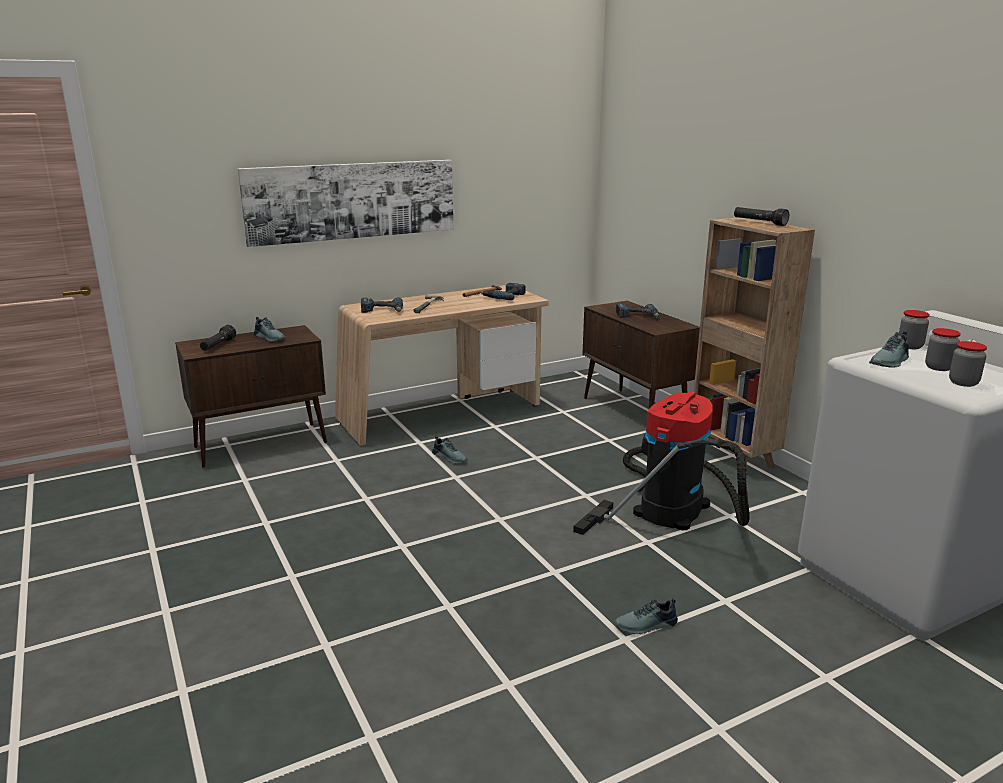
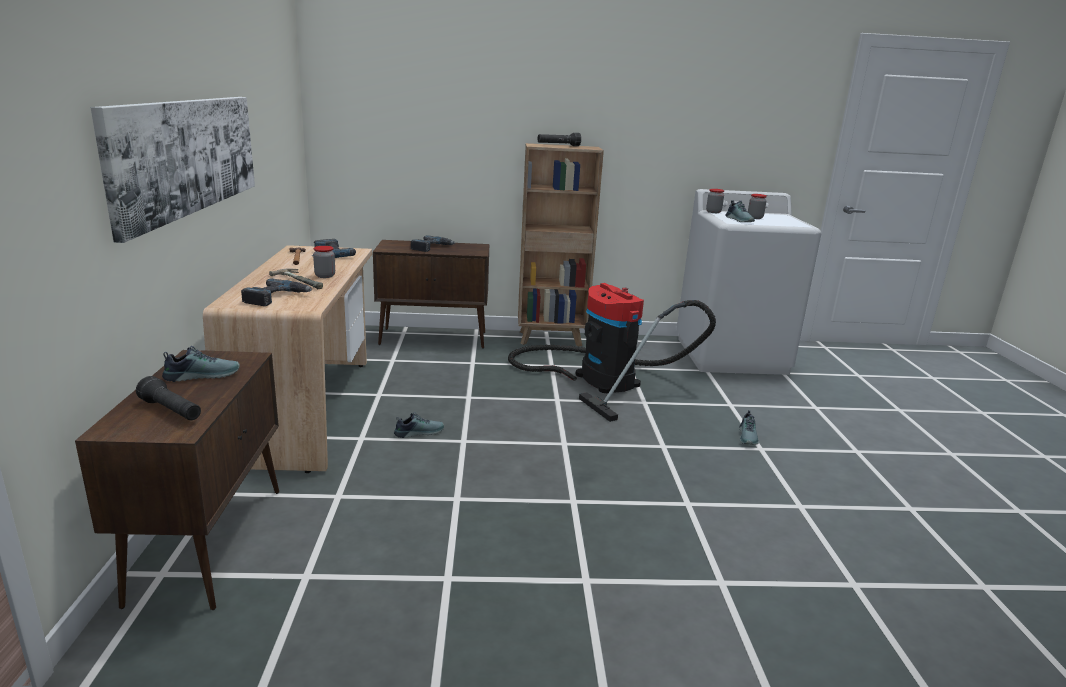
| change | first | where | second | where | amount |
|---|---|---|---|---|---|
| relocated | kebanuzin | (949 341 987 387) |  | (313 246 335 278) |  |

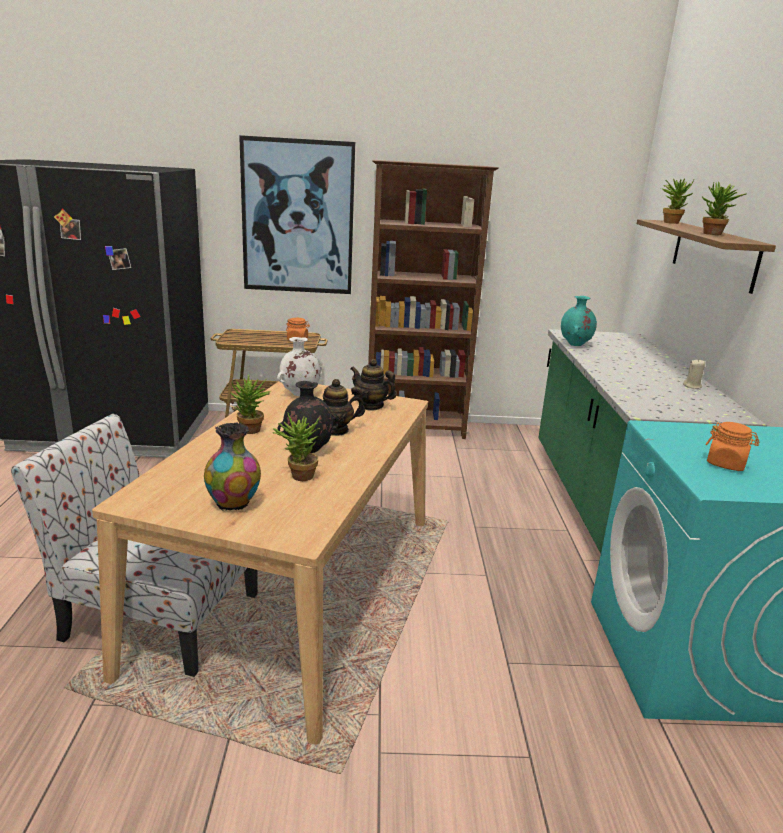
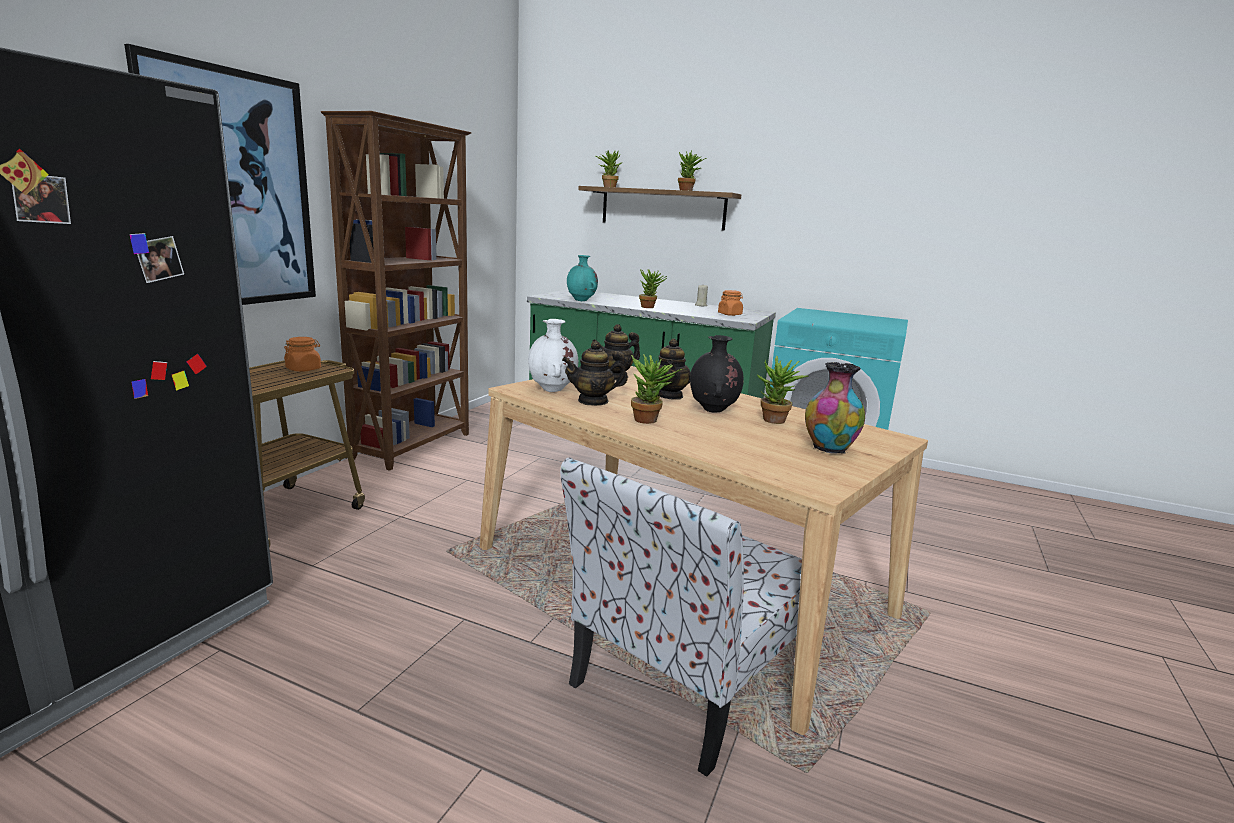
| change | first | where | second | where | amount |
|---|---|---|---|---|---|
| relocated | orange_kebanuzin | (706 422 759 471) |  | (718 290 743 316) |  |
| appeared |  |  | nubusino | (562 341 627 406) |  |
| appeared |  |  | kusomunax | (639 269 667 308) |  |

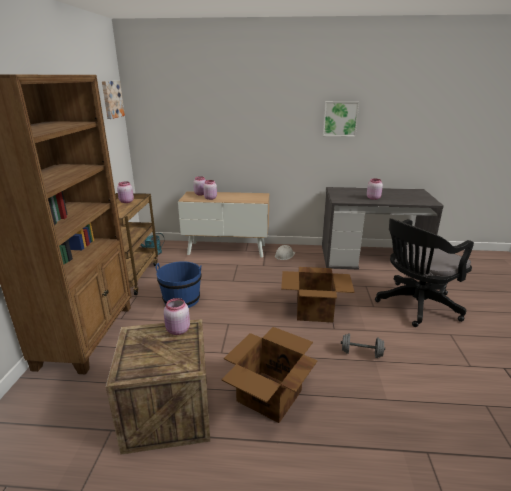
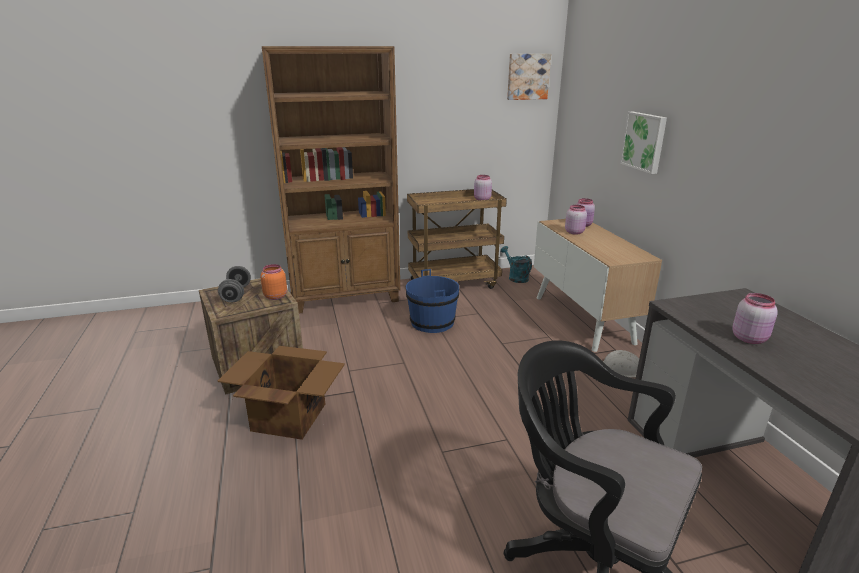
| change | first | where | second | where | amount |
|---|---|---|---|---|---|
| colour | pink_kebanuzin | (164 298 190 335) | orange_kebanuzin | (260 264 287 300) |  |
| missing | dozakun | (281 267 355 322) |  |  |  |
| relocated | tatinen | (323 102 359 137) |  | (620 112 667 174) |  |
| relocated | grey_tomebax | (341 333 385 358) |  | (218 266 251 302) |  |

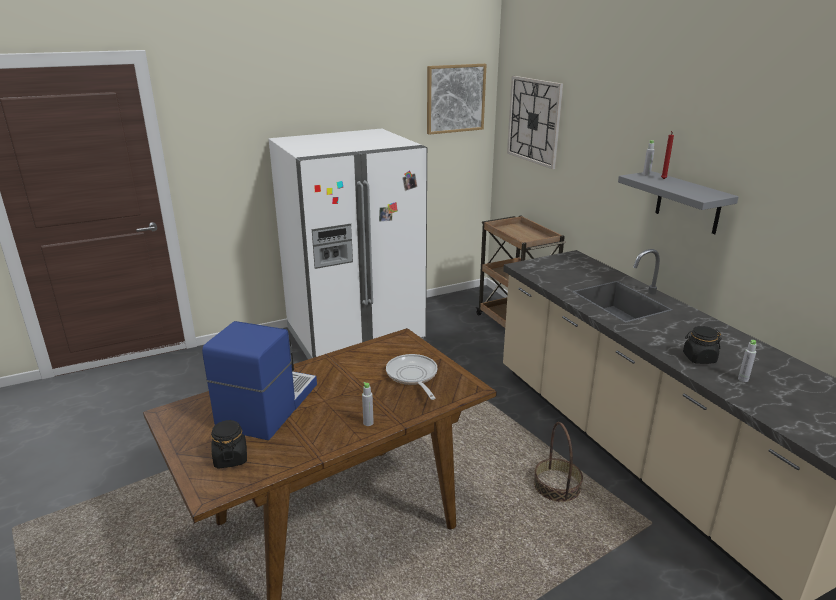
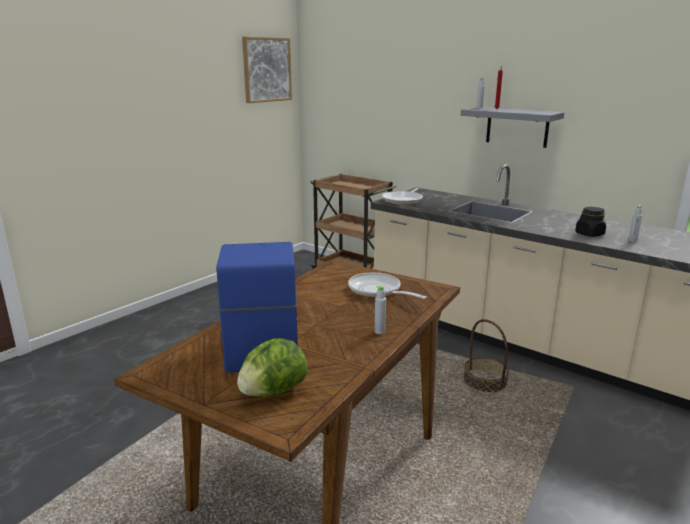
| change | first | where | second | where | amount |
|---|---|---|---|---|---|
| exchanged | black_kebanuzin | (211 420 247 469) | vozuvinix | (237 338 308 397) |  |
| missing | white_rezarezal | (269 129 427 359) |  |  |  |
| missing | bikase | (507 76 563 169) |  |  |  |
| appeared |  |  | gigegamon | (382 188 423 205) |  |

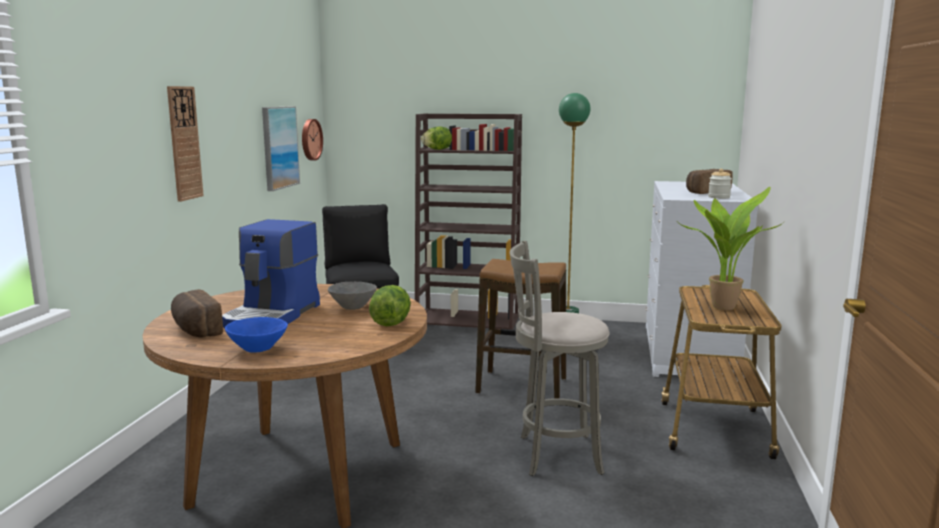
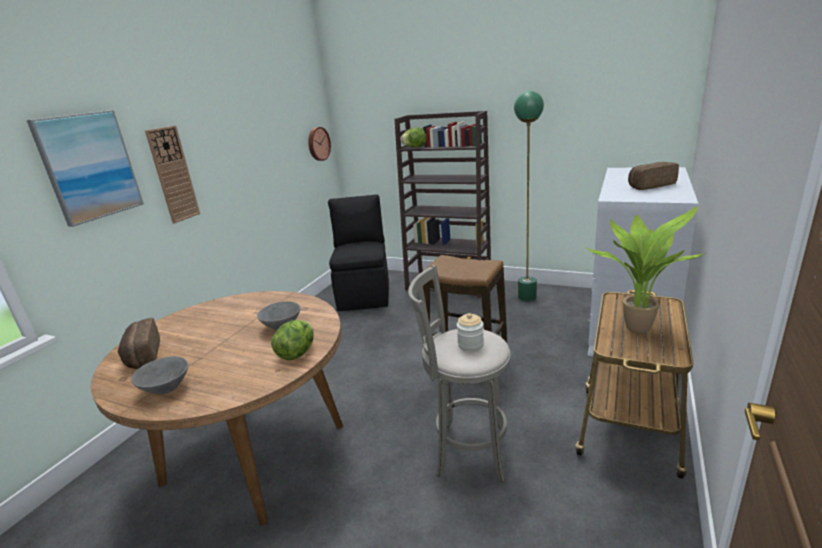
| change | first | where | second | where | amount |
|---|---|---|---|---|---|
| missing | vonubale | (222 219 320 329) |  |  |  |
| colour | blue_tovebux | (225 317 288 353) | grey_tovebux | (131 356 188 395) |  |
| relocated | tatinen | (262 106 300 191) |  | (27 110 144 227) |  |
| relocated | kebanuzin | (708 169 732 199) |  | (457 313 484 351) |  |

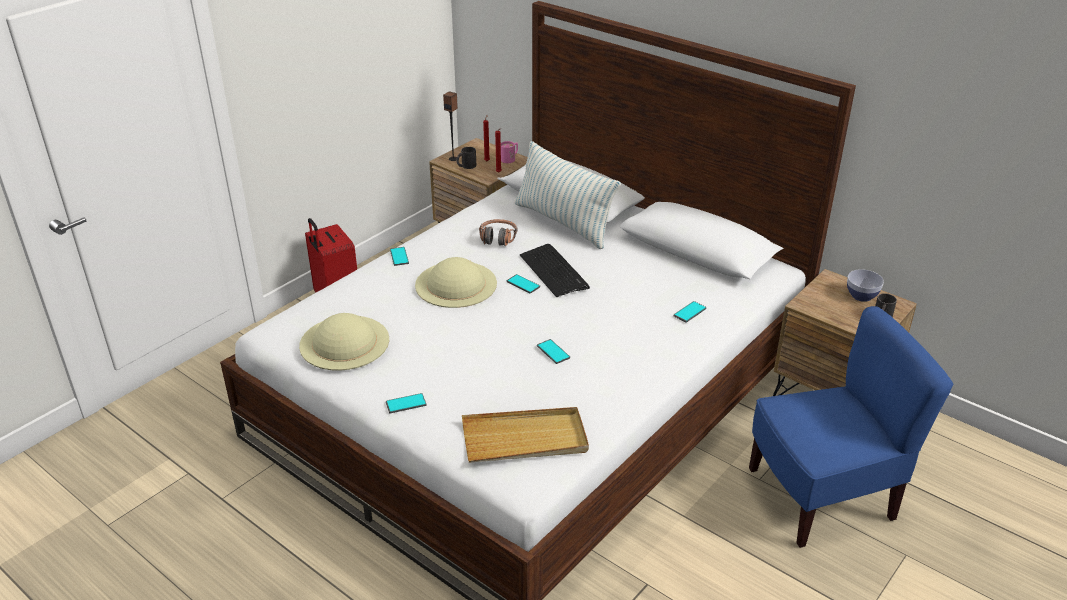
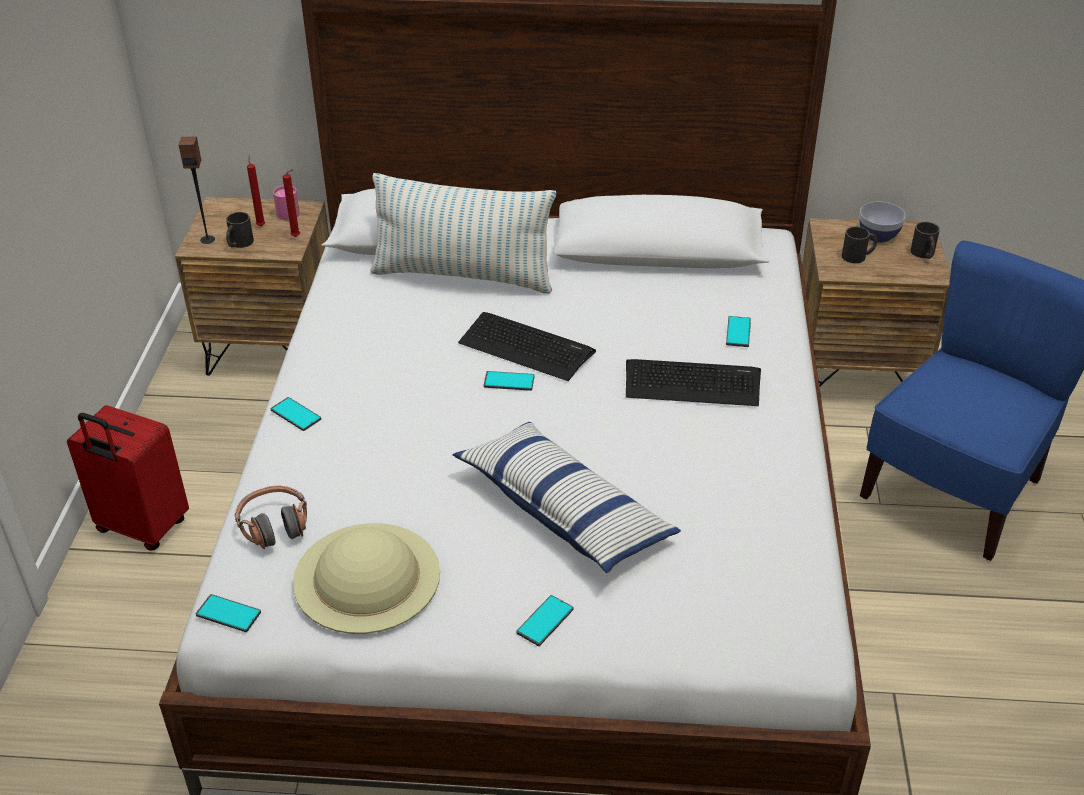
| change | first | where | second | where | amount |
|---|---|---|---|---|---|
| missing | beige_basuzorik | (415 257 497 308) |  |  |  |
| missing | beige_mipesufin | (462 407 589 463) |  |  |  |
| relocated | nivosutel | (479 219 518 246) |  | (235 486 307 549) |  |
| relocated | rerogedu | (537 339 570 364) |  | (196 594 261 632) |  |
| appeared |  |  | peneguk | (453 422 681 573) |  |
| appeared |  |  | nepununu | (626 359 761 406) |  |
| appeared |  |  | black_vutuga | (842 227 877 263) |  |

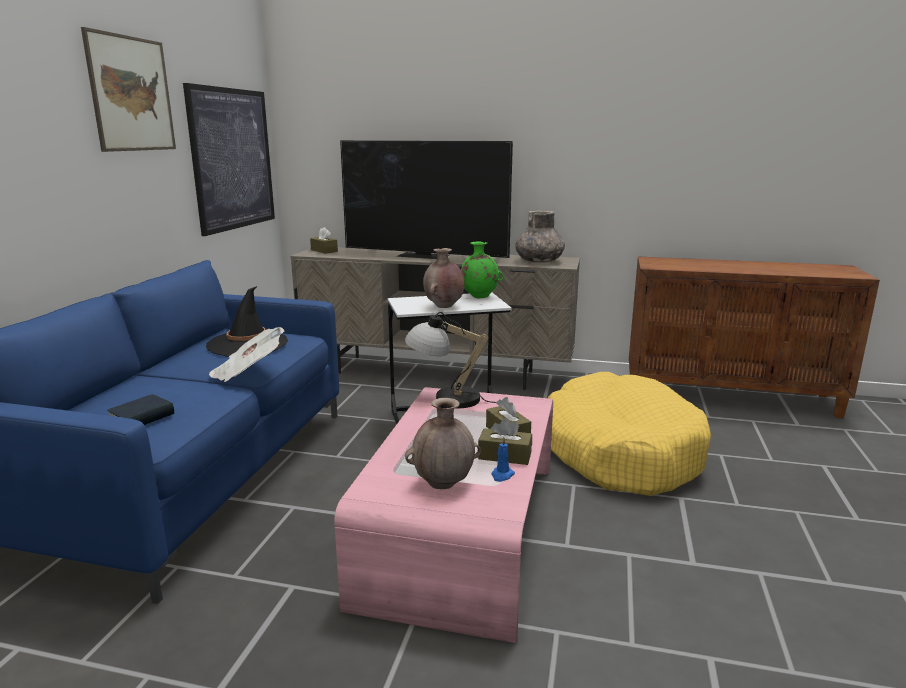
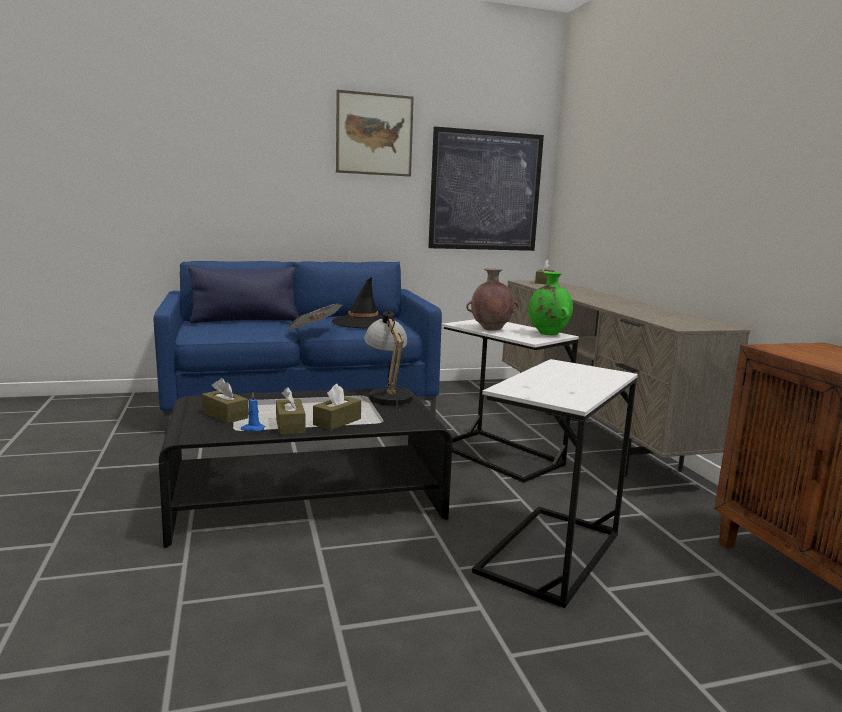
| change | first | where | second | where | amount |
|---|---|---|---|---|---|
| missing | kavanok | (107 394 174 425) |  |  |  |
| colour | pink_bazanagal | (334 387 553 643) | black_bazanagal | (159 387 453 548) |  |
| missing | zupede | (340 140 513 259) |  |  |  |
| exchanged | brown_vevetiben | (405 398 481 489) | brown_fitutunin | (202 378 249 423) |  |
| missing | grey_vevetiben | (515 211 565 263) |  |  |  |
| exchanged | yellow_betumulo | (548 372 711 496) | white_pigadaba | (472 359 638 608) |  |
| appeared |  |  | blue_peneguk | (188 266 299 323) |  |

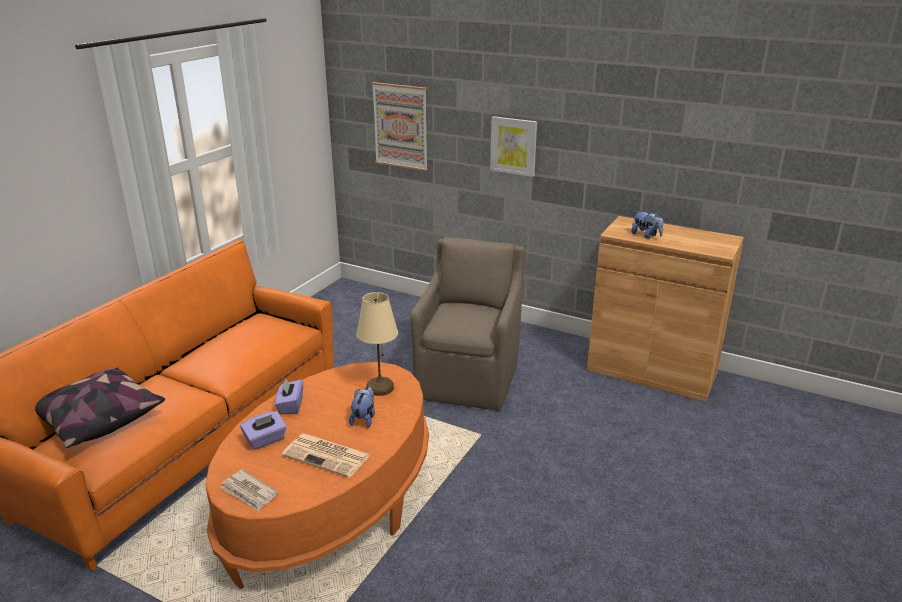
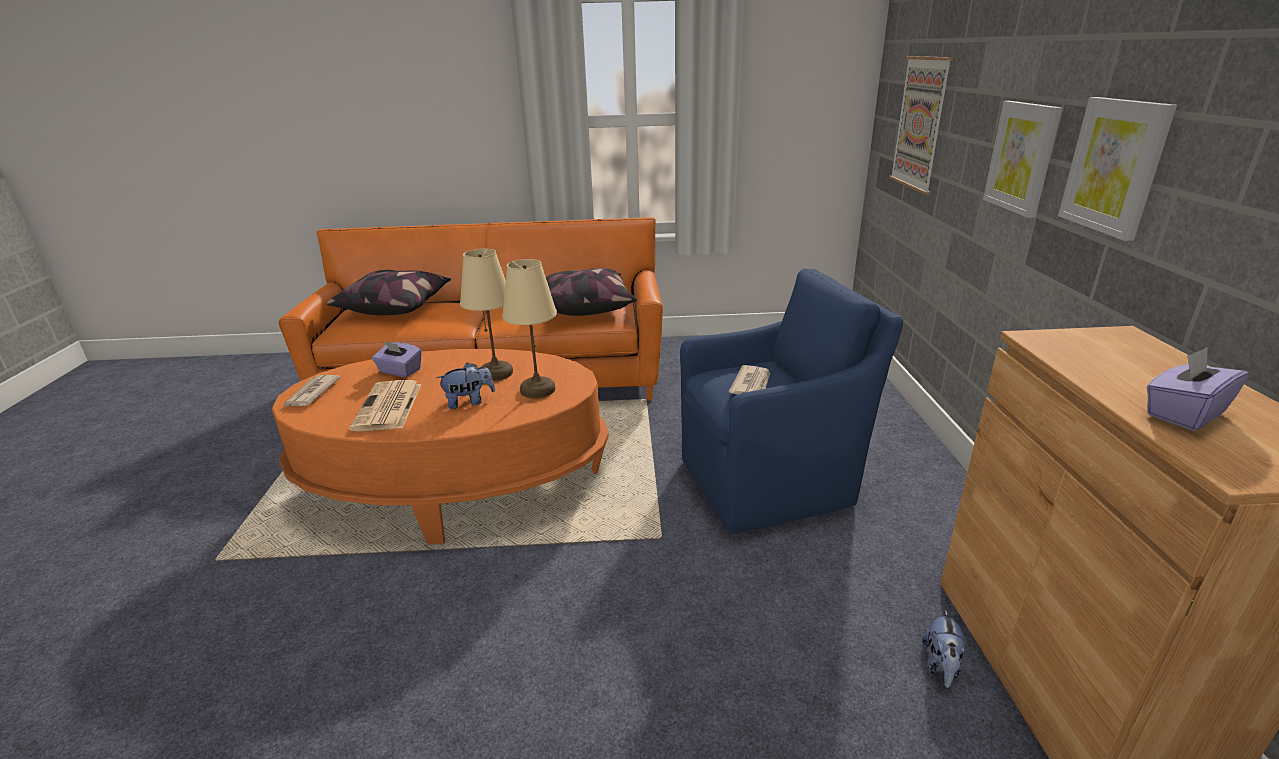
| change | first | where | second | where | amount |
|---|---|---|---|---|---|
| relocated | purple_fitutunin | (275 378 303 414) |  | (1147 347 1249 431) |  |
| colour | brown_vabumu | (410 237 525 411) | blue_vabumu | (680 269 903 533) |  |
| relocated | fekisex | (631 211 663 239) |  | (922 609 967 688) |  |
| appeared |  |  | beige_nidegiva | (460 249 513 381) |  |
| appeared |  |  | peneguk | (546 268 637 316) |  |
| appeared |  |  | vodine | (729 365 770 394) |  |
| appeared |  |  | tatinen | (1058 97 1177 241) |  |

